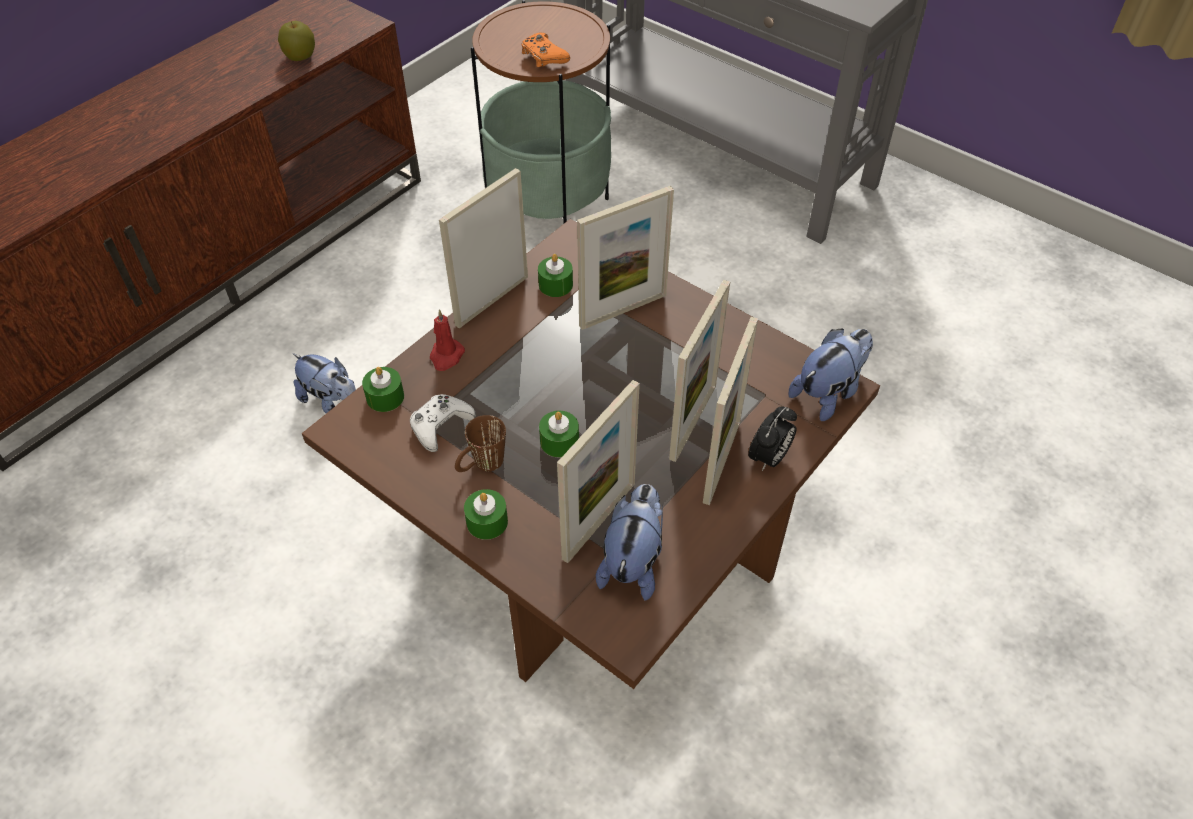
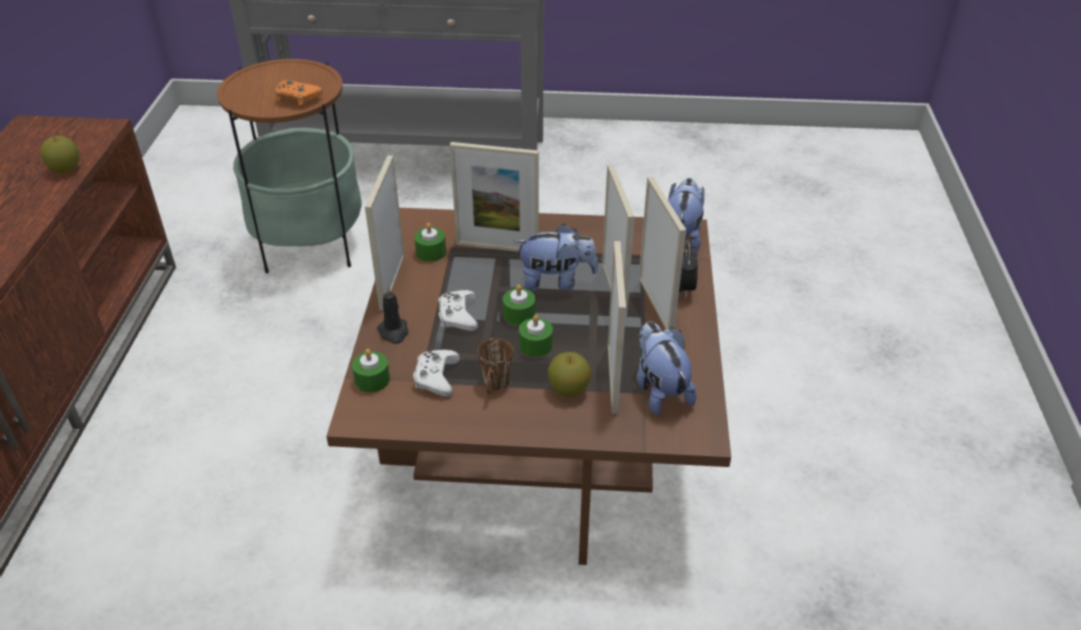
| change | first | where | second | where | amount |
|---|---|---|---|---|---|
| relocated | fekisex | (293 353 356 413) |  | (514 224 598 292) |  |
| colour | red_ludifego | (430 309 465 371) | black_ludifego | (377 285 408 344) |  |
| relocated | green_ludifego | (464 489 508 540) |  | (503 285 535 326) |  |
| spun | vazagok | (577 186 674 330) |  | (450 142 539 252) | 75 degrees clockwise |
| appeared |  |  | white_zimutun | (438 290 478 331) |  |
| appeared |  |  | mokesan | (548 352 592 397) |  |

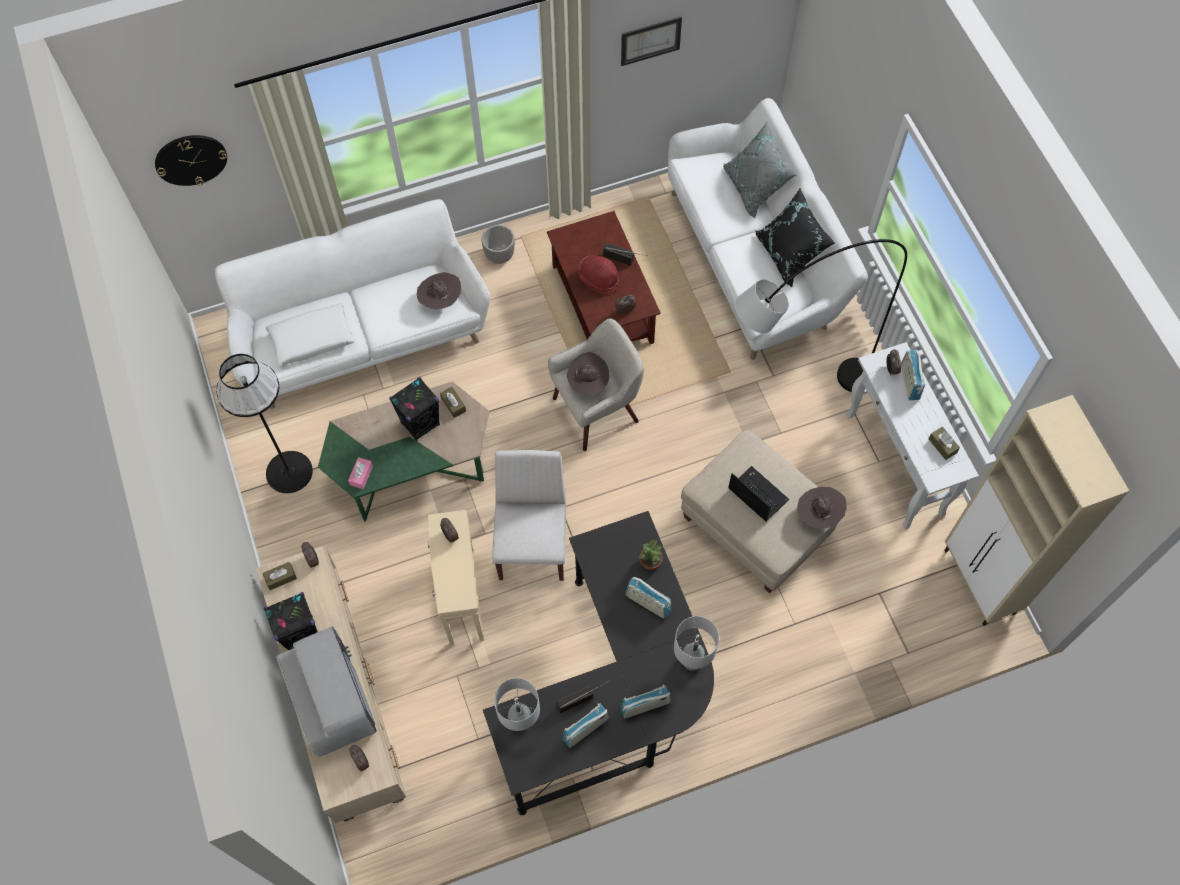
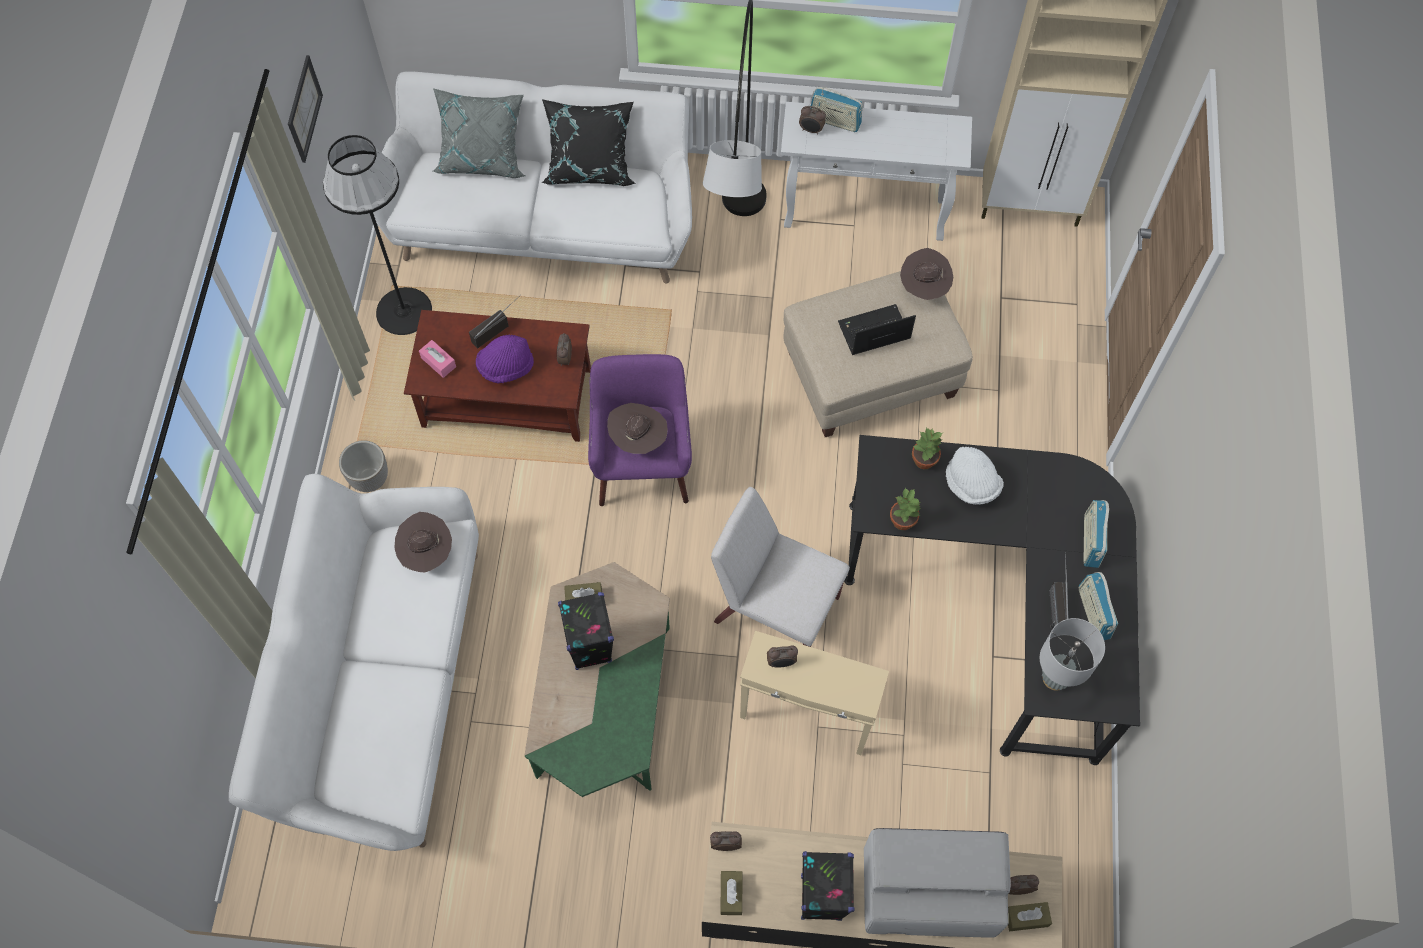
| change | first | where | second | where | amount |
|---|---|---|---|---|---|
| missing | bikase | (155 135 227 186) |  |  |  |
| relocated | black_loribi | (216 354 313 493) |  | (323 135 432 335) |  |
| missing | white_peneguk | (266 303 355 366) |  |  |  |
| relocated | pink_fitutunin | (348 457 373 489) |  | (419 340 456 378) |  |
| colour | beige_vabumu | (548 318 644 451) | purple_vabumu | (588 354 692 506) |  |
| colour | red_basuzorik | (578 255 619 294) | purple_basuzorik | (476 335 534 383) |  |
| exchanged | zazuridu | (625 577 672 619) | white_basuzorik | (946 447 1004 505) |  |
| missing | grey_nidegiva | (674 616 719 671) |  |  |  |
| relocated | brown_fitutunin | (928 427 960 460) |  | (1008 902 1052 931) |  |
| appeared |  |  | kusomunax | (890 488 921 530) |  |

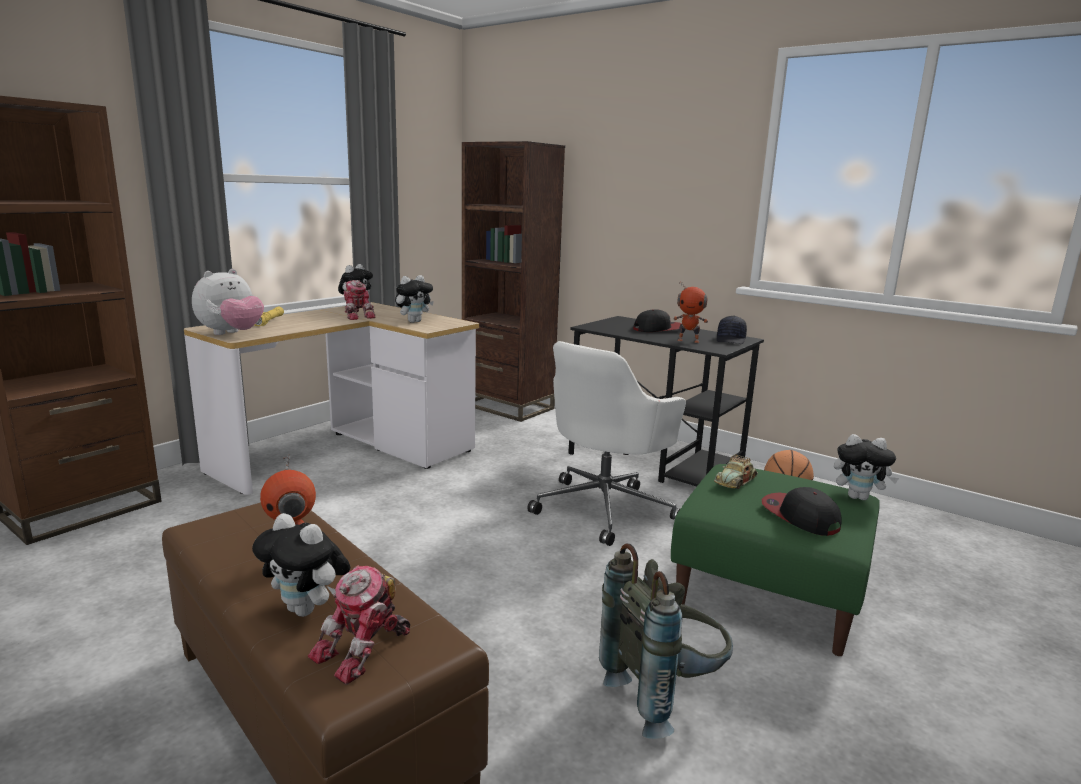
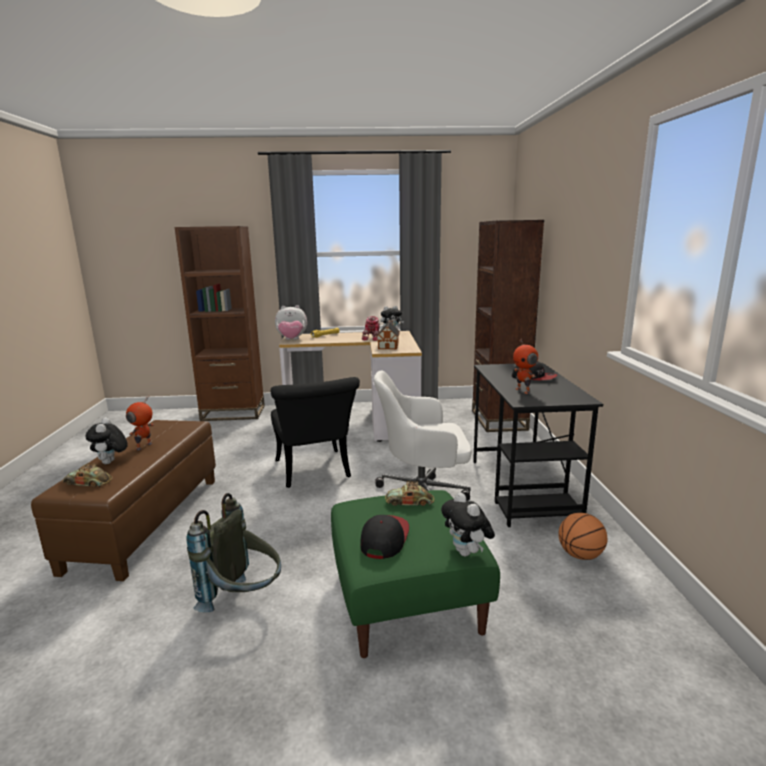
| change | first | where | second | where | amount |
|---|---|---|---|---|---|
| exchanged | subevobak | (308 565 410 685) | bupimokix | (62 463 113 487) |  |
| exchanged | fekisex | (395 275 434 323) | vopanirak | (376 320 400 349) |  |
| missing | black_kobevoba | (717 316 747 344) |  |  |  |
| appeared |  |  | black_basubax | (271 377 360 488) |  |

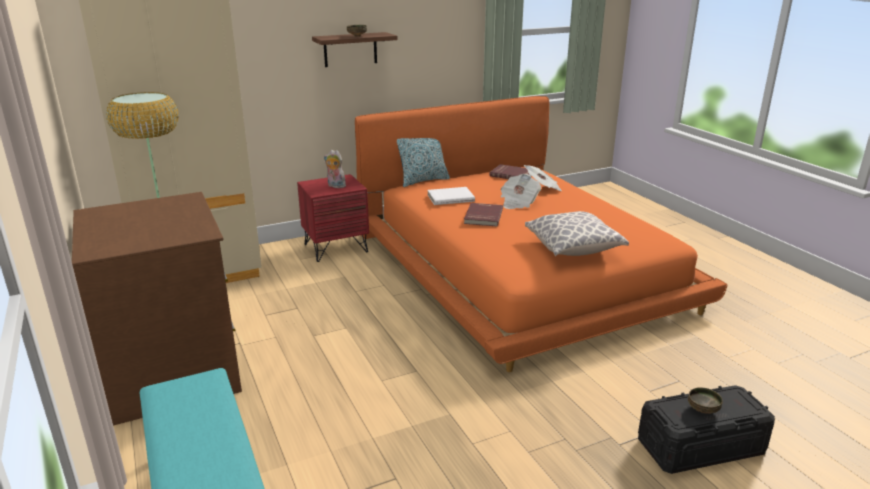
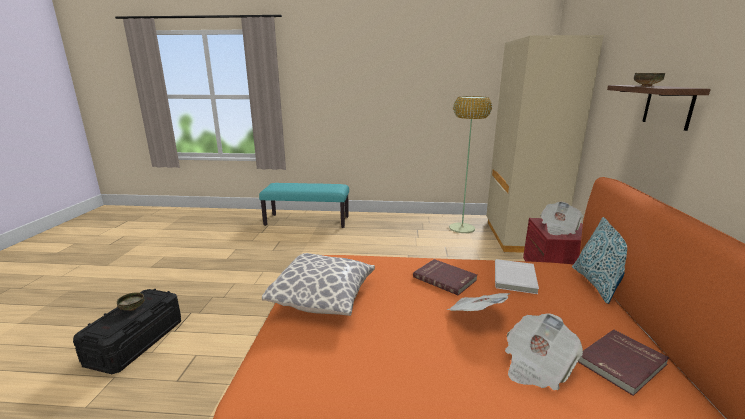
| change | first | where | second | where | amount |
|---|---|---|---|---|---|
| missing | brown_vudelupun | (72 192 242 426) |  |  |  |
| exchanged | fekisex | (324 150 346 188) | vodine | (540 201 583 235) |  |

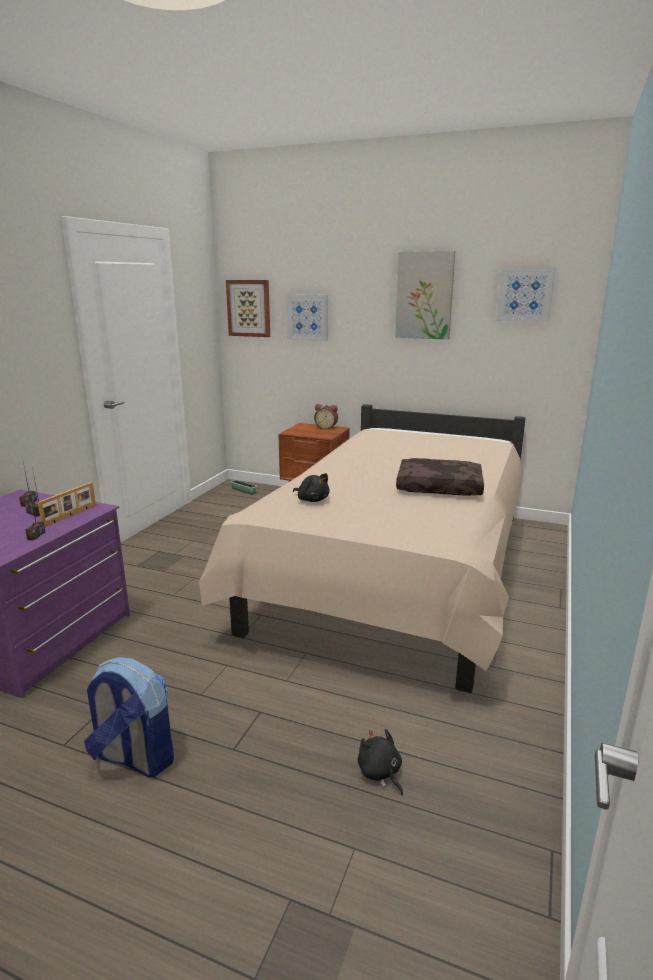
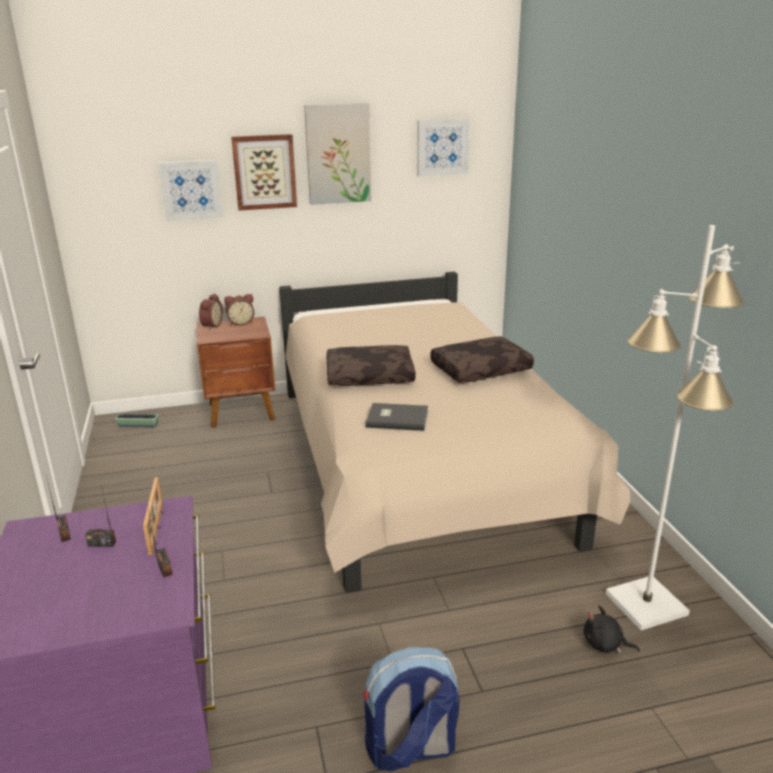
| change | first | where | second | where | amount |
|---|---|---|---|---|---|
| relocated | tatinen | (226 280 270 337) |  | (231 134 297 211) |  |
| exchanged | black_fekisex | (293 473 330 502) | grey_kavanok | (366 403 428 431) |  |
| appeared |  |  | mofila | (199 294 223 330) |  |
| appeared |  |  | brown_peneguk | (327 345 416 386) |  |
| appeared |  |  | white_loribi | (605 225 744 630) |  |

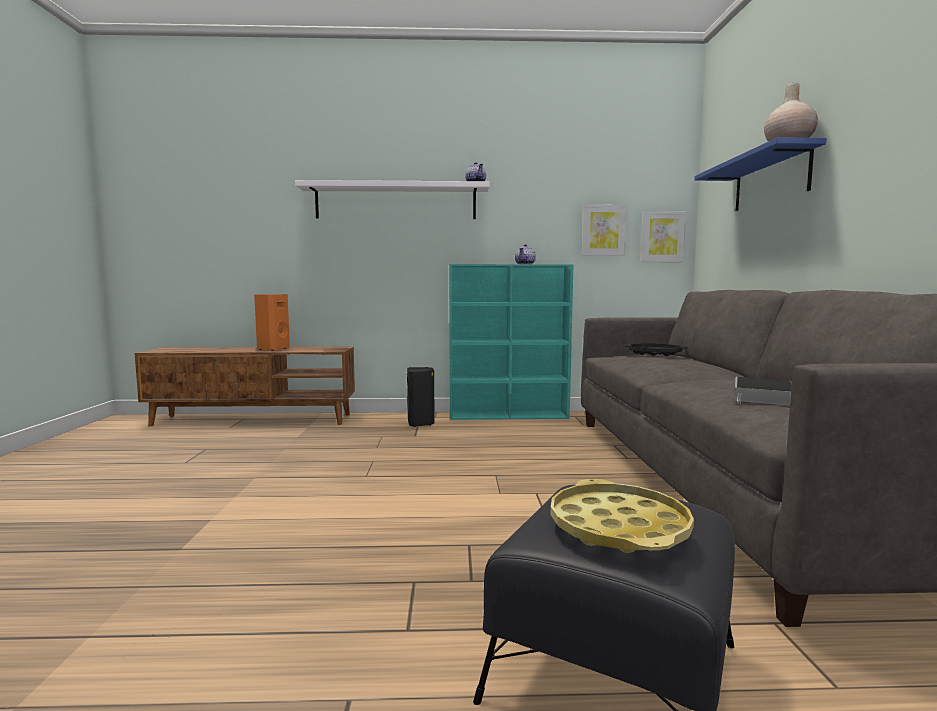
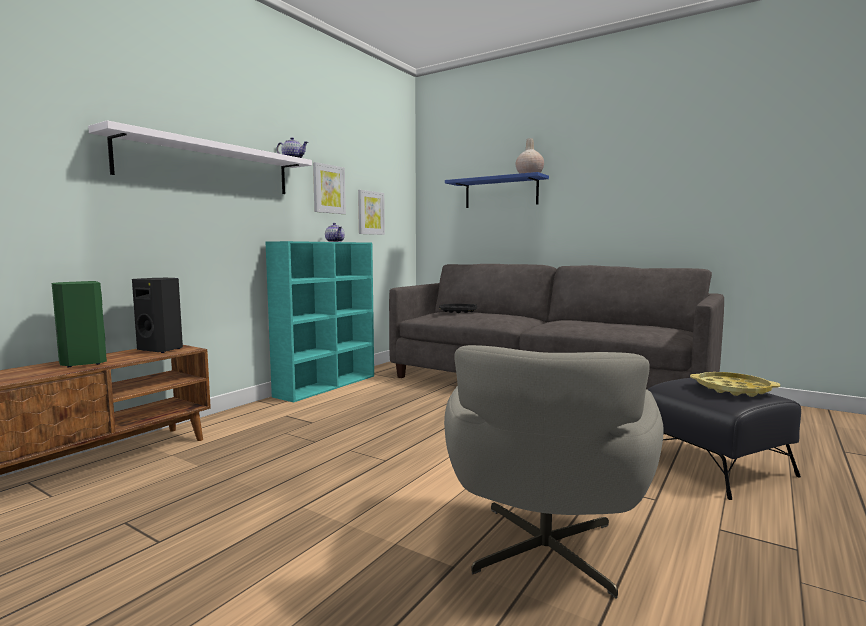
| change | first | where | second | where | amount |
|---|---|---|---|---|---|
| colour | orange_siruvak | (254 294 290 351) | green_siruvak | (52 281 107 367) |  |
| relocated | black_siruvak | (407 367 435 427) |  | (132 278 183 353) |  |
| relocated | tatinen | (640 211 686 262) |  | (313 162 346 214) |  |
| missing | kavanok | (734 377 792 406) |  |  |  |
| appeared |  |  | grey_vabumu | (444 345 664 598) |  |

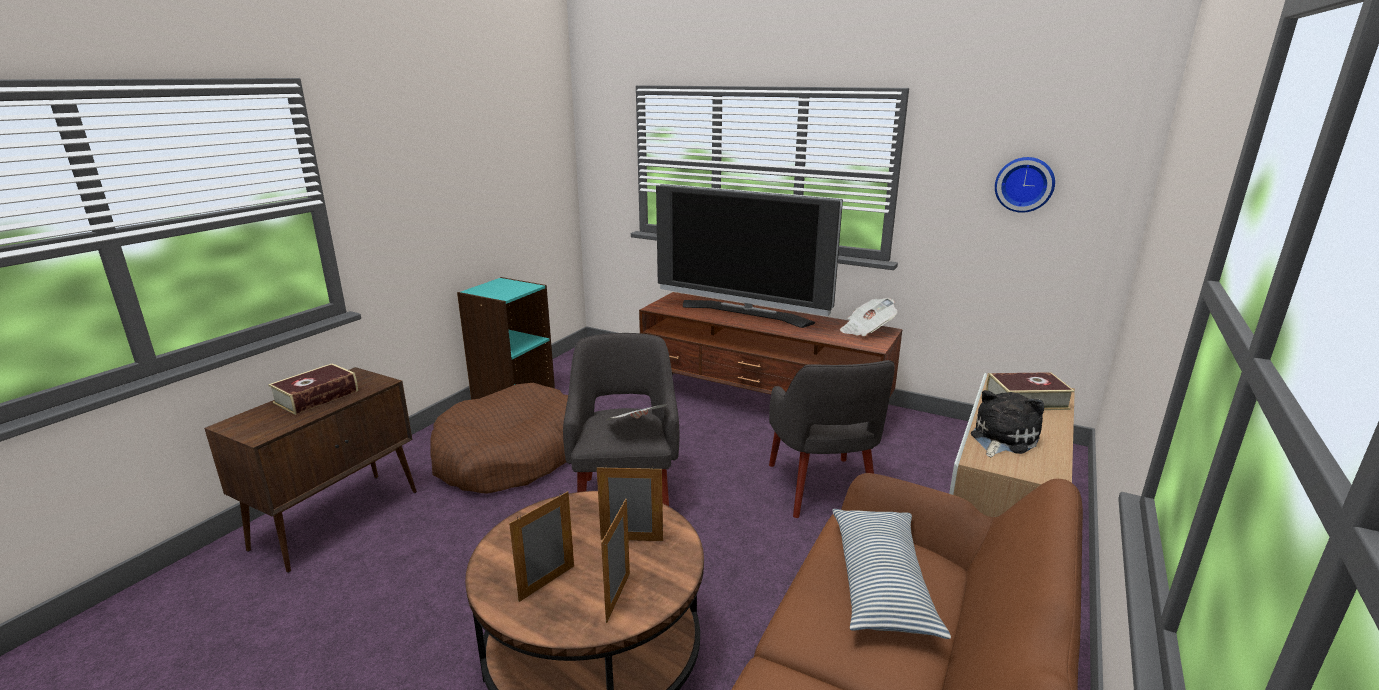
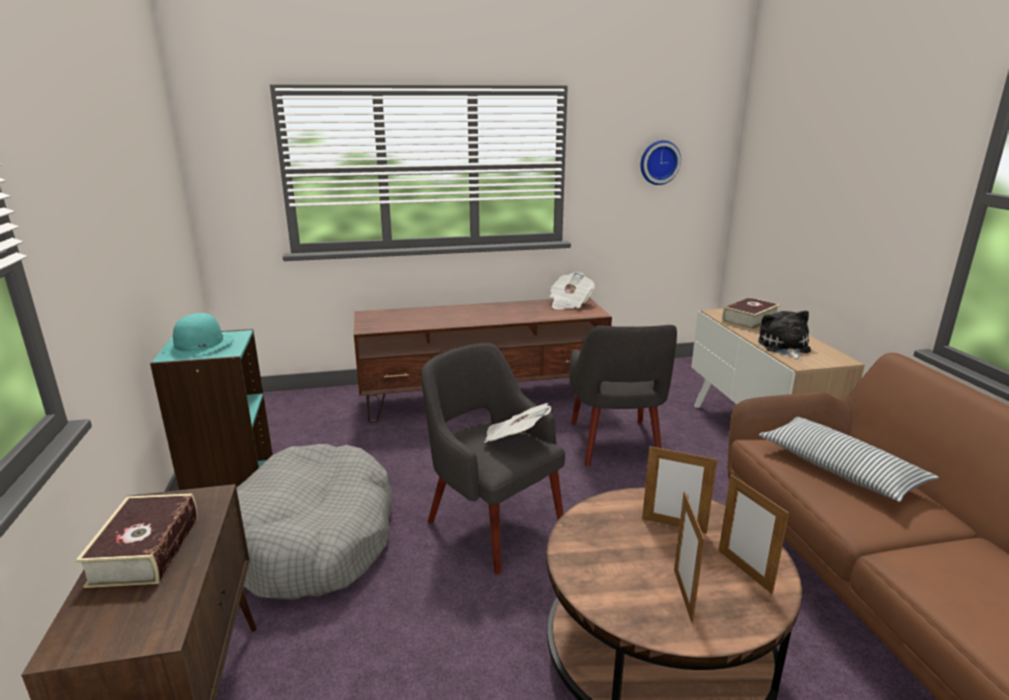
| change | first | where | second | where | amount |
|---|---|---|---|---|---|
| colour | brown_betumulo | (430 383 568 494) | grey_betumulo | (237 444 392 600) |  |
| spun | vazagok | (597 466 663 541) |  | (642 445 717 534) | 120 degrees counterclockwise |
| missing | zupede | (656 184 843 328) |  |  |  |
| spun | grey_vabumu | (769 360 895 518) |  | (569 325 677 466) | 45 degrees clockwise |
| appeared |  |  | turquoise_basuzorik | (163 313 234 358) |  |

